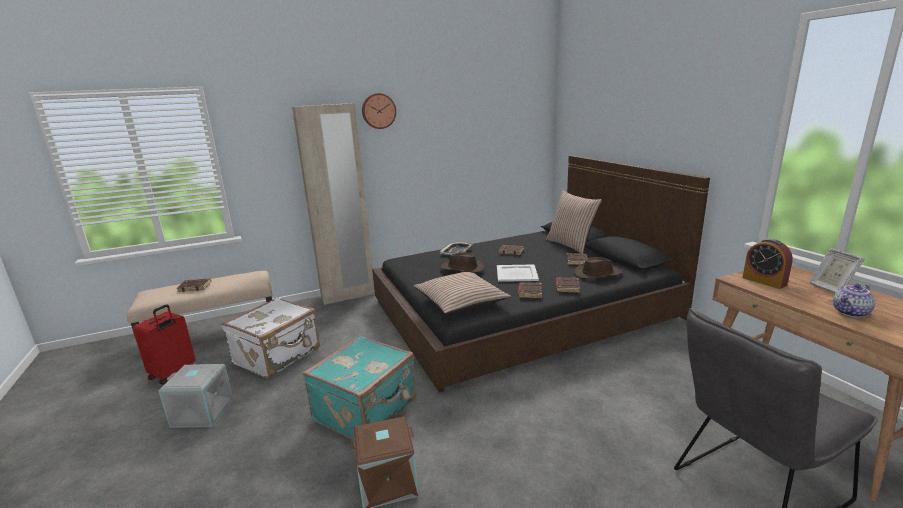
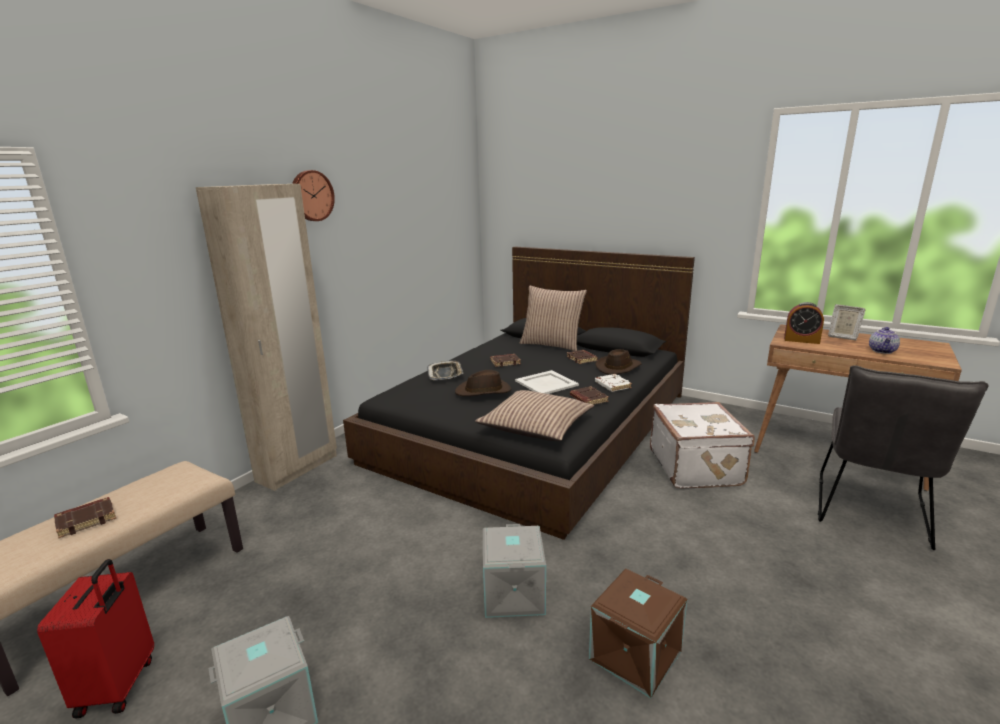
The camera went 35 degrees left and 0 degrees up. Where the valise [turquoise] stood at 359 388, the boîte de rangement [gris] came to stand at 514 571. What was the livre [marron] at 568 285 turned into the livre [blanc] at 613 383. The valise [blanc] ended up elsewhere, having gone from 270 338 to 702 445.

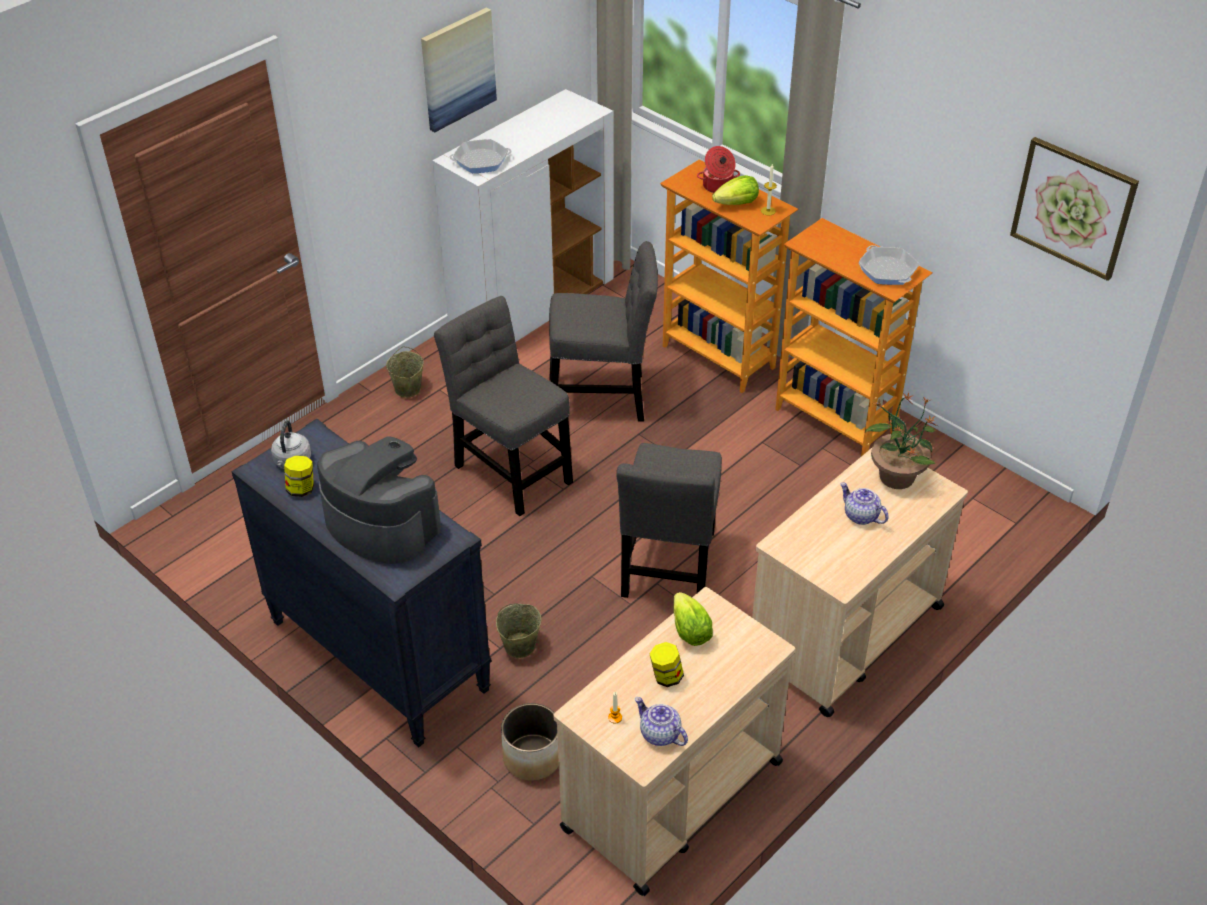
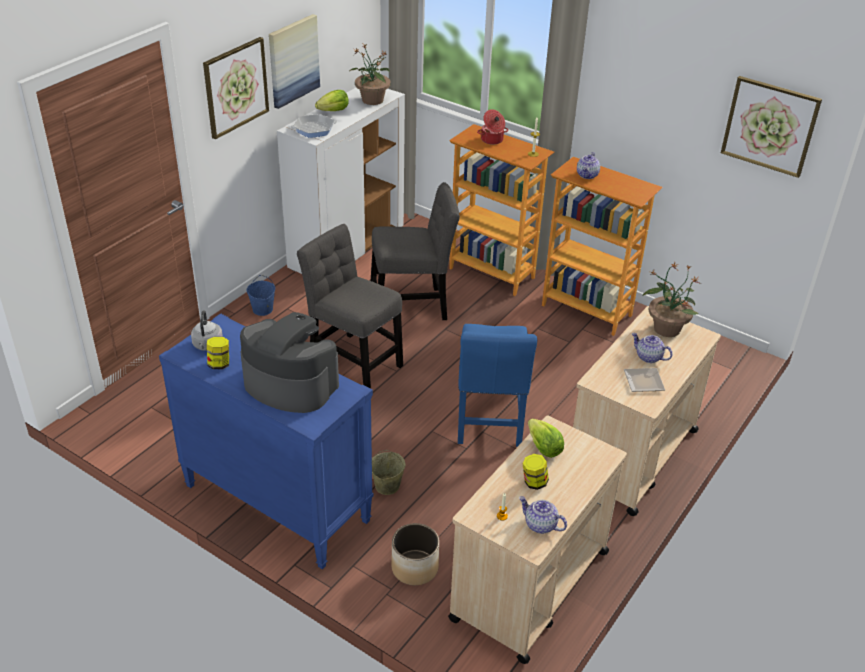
The camera went 10 degrees left and 5 degrees down. What was the commode [noir] at 361 583 turned into the commode [bleu] at 266 441. The second view gained the tableau at 236 88. What was the seau [beige] at 405 372 turned into the seau [bleu] at 260 295. The laitue ended up elsewhere, having gone from 735 190 to 332 100. The second view gained the plante en pot at 370 74. What was the chaise [gris] at 669 520 turned into the chaise [bleu] at 497 385. The second view gained the théière at 588 165. The second view gained the assiette at 644 380. The second view lost the poêle at 888 265.

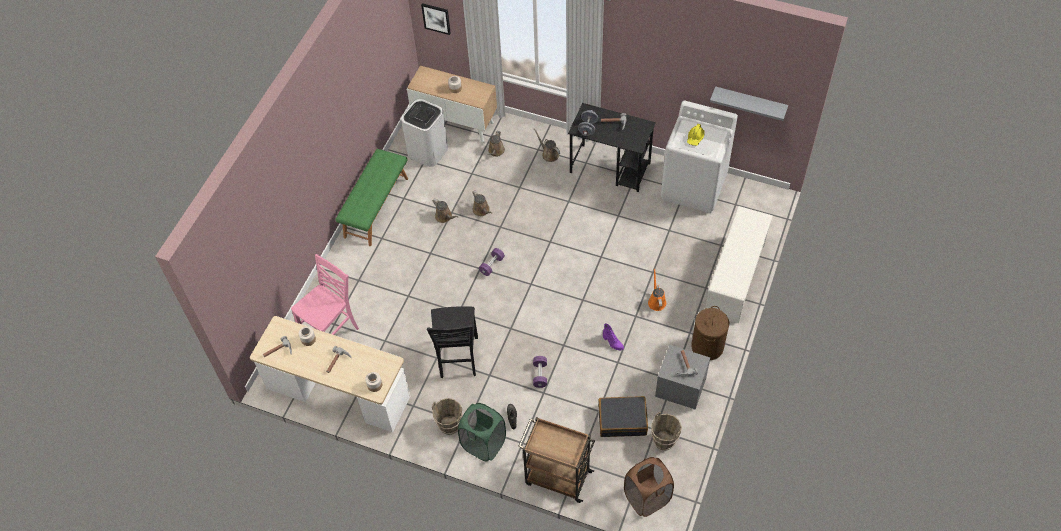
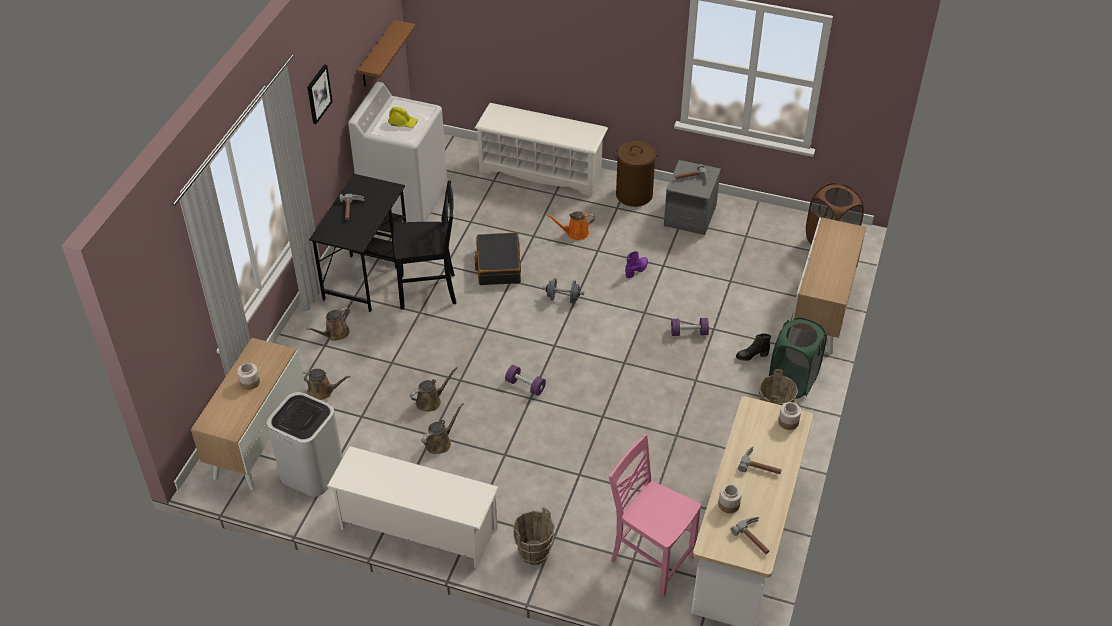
The camera went 95 degrees left and 10 degrees down. The tableau ended up elsewhere, having gone from 436 19 to 320 94. Where the banc [vert] stood at 372 197, the étagère à chaussures [blanc] came to stand at 413 507. What was the étagère [gris] at 749 103 turned into the étagère [marron] at 387 53. The chaise [noir] ended up elsewhere, having gone from 452 342 to 425 244. The valise [noir] ended up elsewhere, having gone from 623 416 to 497 259. The seau [marron] ended up elsewhere, having gone from 666 431 to 534 536. The haltère [gris] ended up elsewhere, having gone from 588 123 to 563 290. Where the chariot [marron] stood at 556 460, the meuble de rangement came to stand at 829 285.

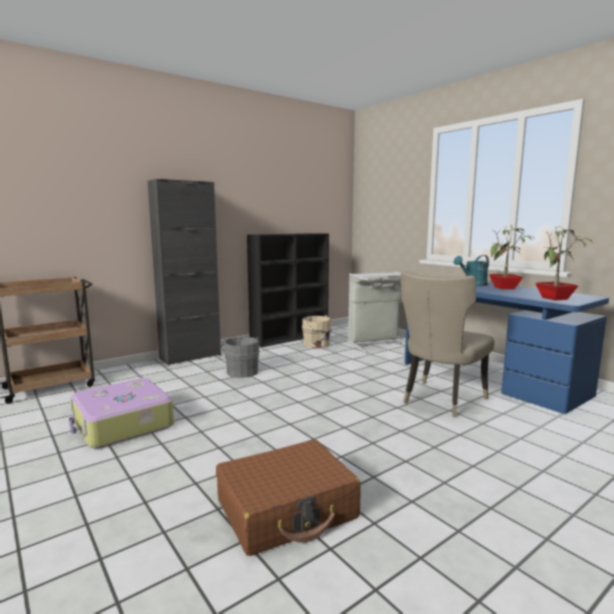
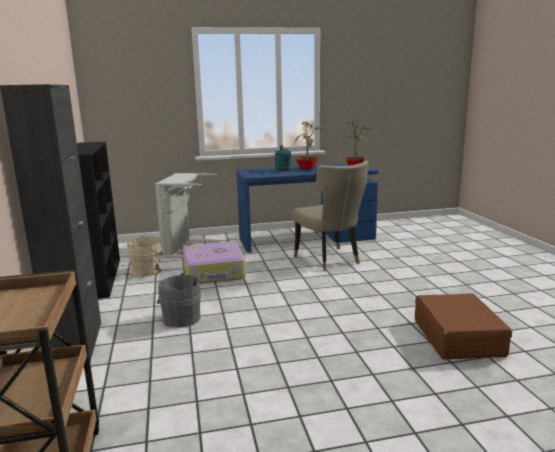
The camera went 65 degrees left and 5 degrees up. The valise ended up elsewhere, having gone from 121 413 to 214 263.

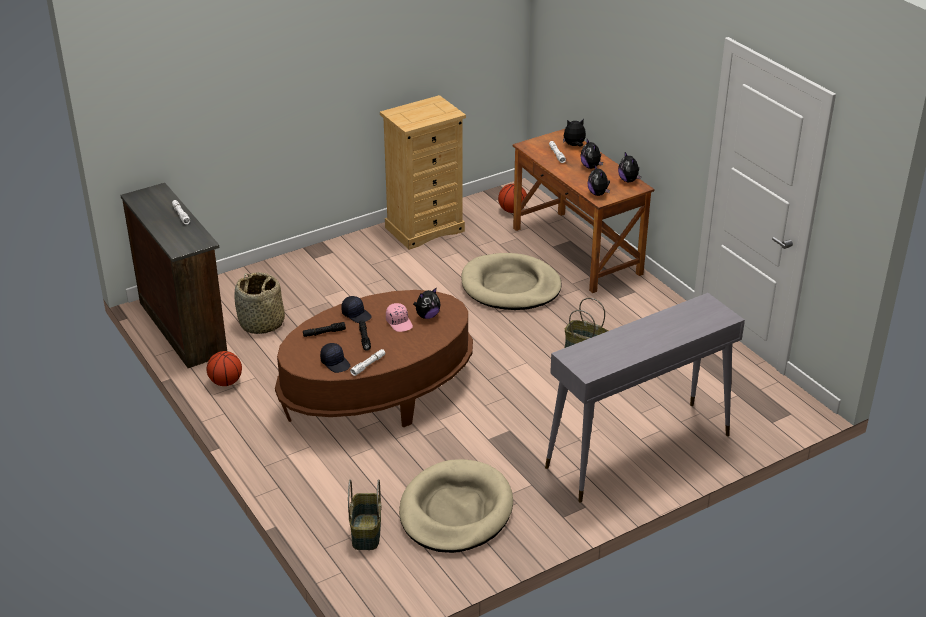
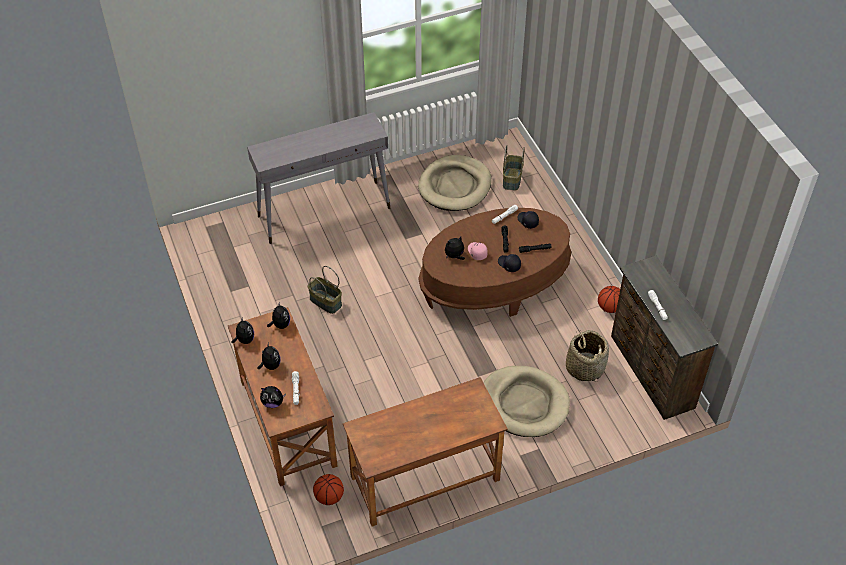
The camera went 170 degrees left and 15 degrees up. Where the commode [beige] stood at 423 172, the bureau [marron] came to stand at 425 451. The panier pour chien [beige] ended up elsewhere, having gone from 511 281 to 526 401.

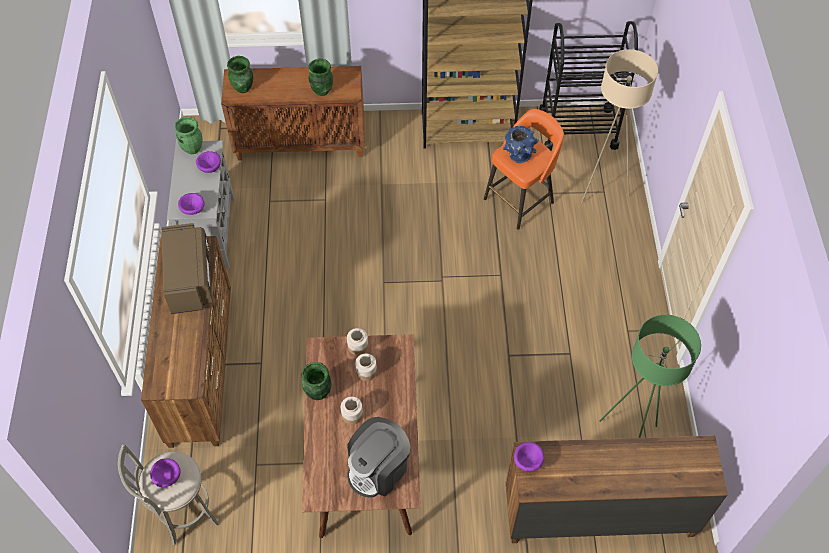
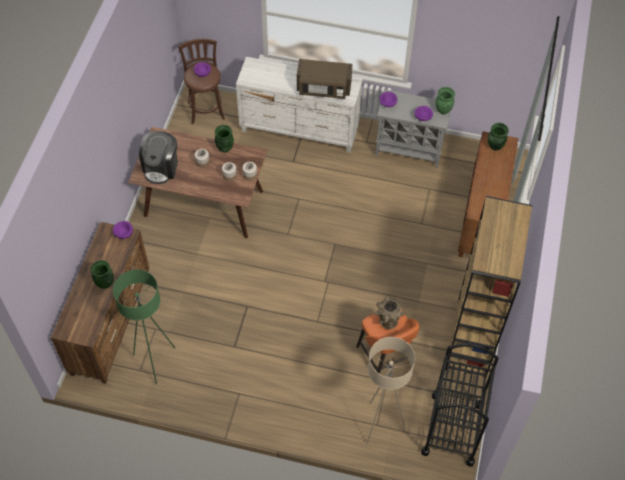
The camera went 105 degrees right and 0 degrees up. The vase [vert] ended up elsewhere, having gone from 320 77 to 102 274. The machine à café at 379 457 ended up facing another way, 135 degrees counterclockwise from before. What was the tabouret [gris] at 168 495 turned into the tabouret [marron] at 201 81. What was the commode [marron] at 186 342 turned into the commode [blanc] at 299 105. What was the vase [bleu] at 521 144 turned into the vase [marron] at 389 313.

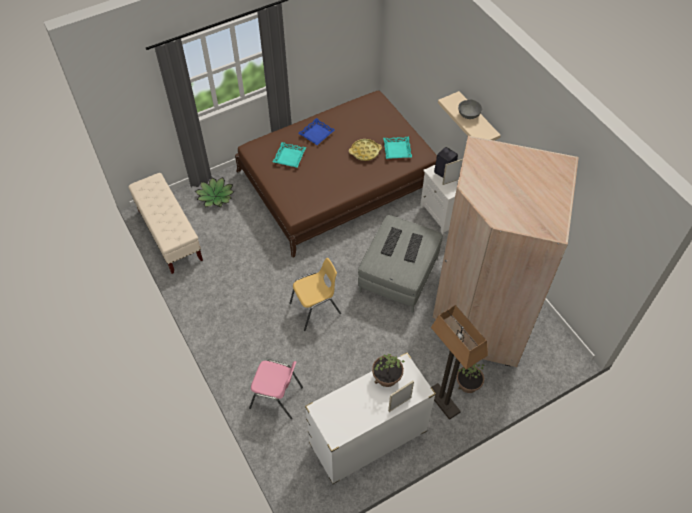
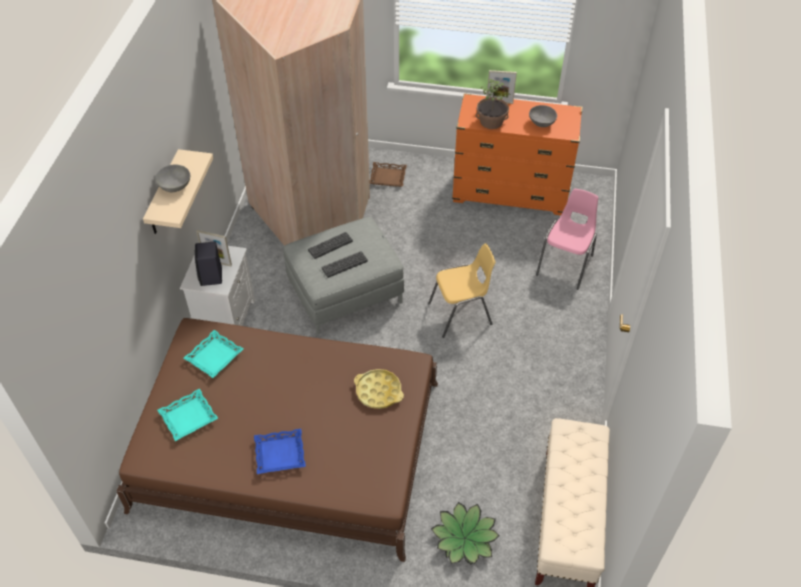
The camera went 140 degrees left and 5 degrees down. The plateau [turquoise] ended up elsewhere, having gone from 289 155 to 187 414. The plateau [jaune] ended up elsewhere, having gone from 365 150 to 379 389. Where the plante en pot stood at 471 378, the plateau [marron] came to stand at 388 174. The chaise [jaune] at 315 294 ended up facing another way, 150 degrees clockwise from before. What was the commode [blanc] at 370 418 turned into the commode [orange] at 517 154. The second view gained the bol [gris] at 543 116. The chaise [rose] at 276 389 ended up facing another way, 60 degrees clockwise from before. The second view lost the lampadaire at 459 362.

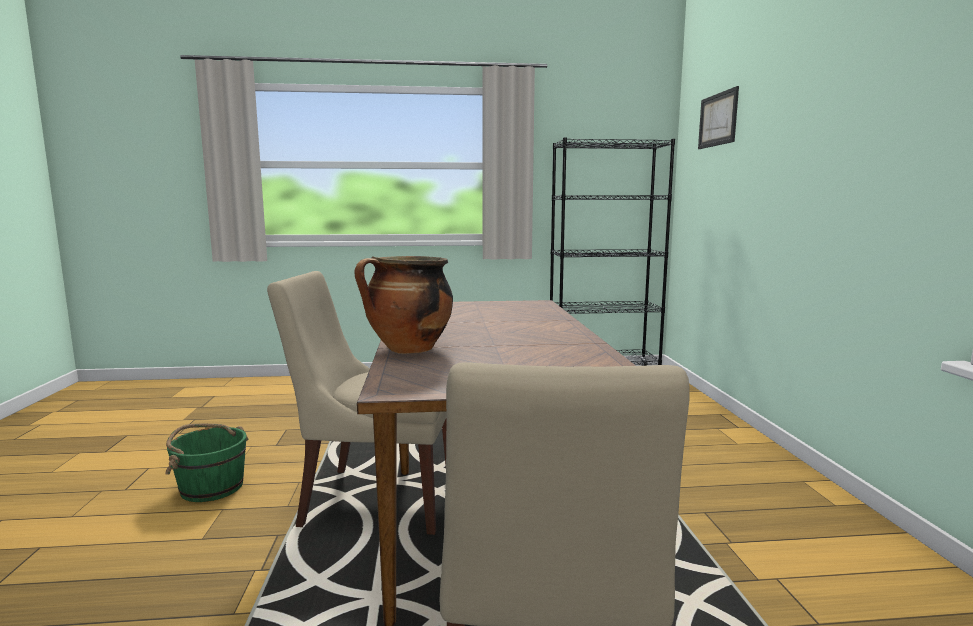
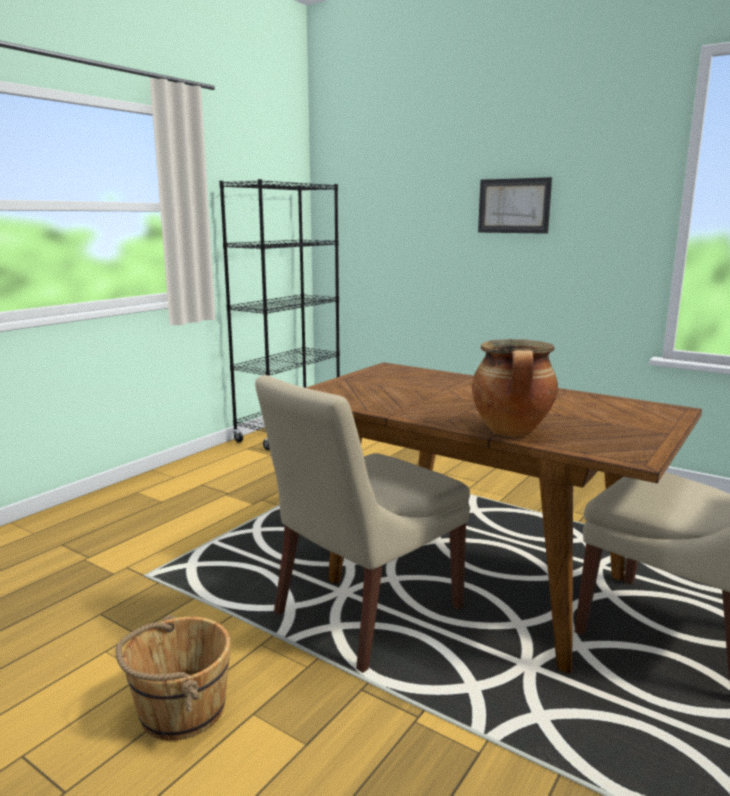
The camera went 50 degrees left and 5 degrees up. What was the seau [vert] at 207 463 turned into the seau [marron] at 173 678. The tableau ended up elsewhere, having gone from 718 117 to 515 205.

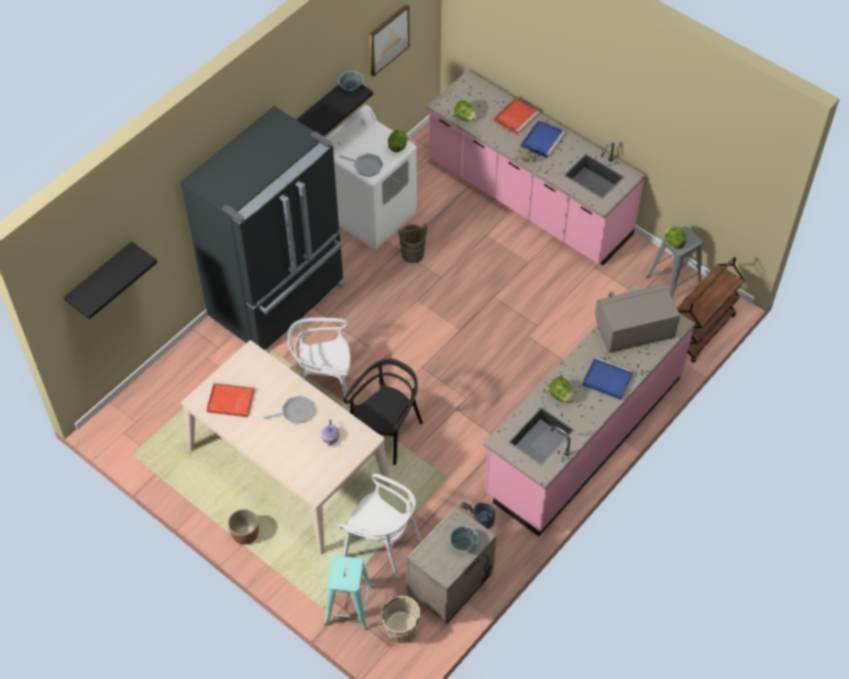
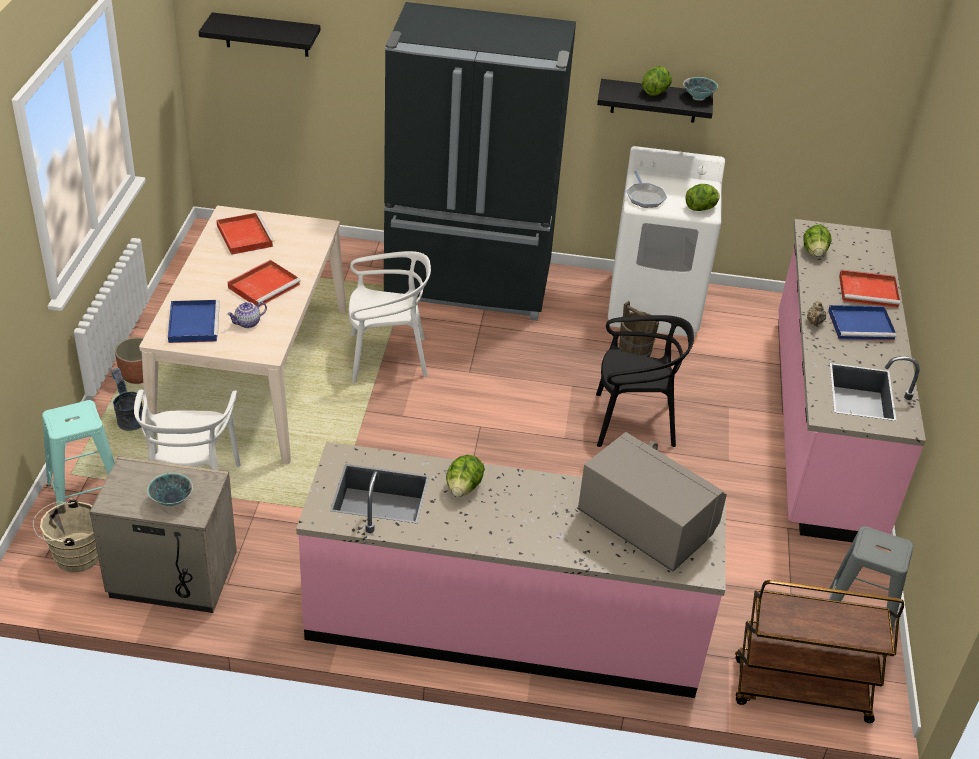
The camera went 55 degrees right and 15 degrees down. The seau [gris] ended up elsewhere, having gone from 478 515 to 126 399. The plateau [bleu] ended up elsewhere, having gone from 607 378 to 194 321. Where the poêle stood at 289 410, the plateau [rouge] came to stand at 264 283. The chaise [blanc] at 319 362 ended up facing another way, 120 degrees clockwise from before. The chaise [noir] ended up elsewhere, having gone from 383 411 to 645 381. The laitue ended up elsewhere, having gone from 675 238 to 657 81. The second view lost the tableau at 389 40.

